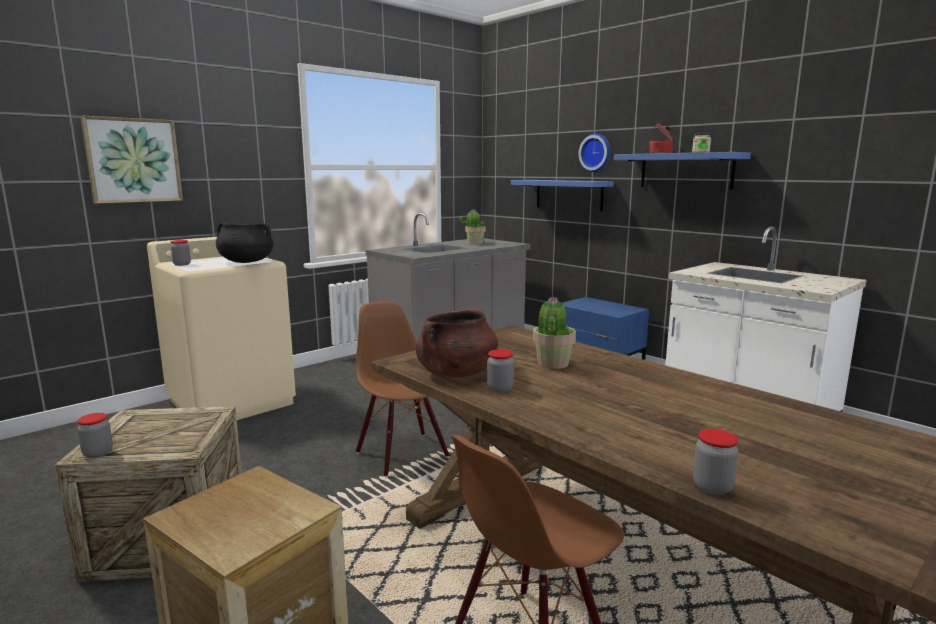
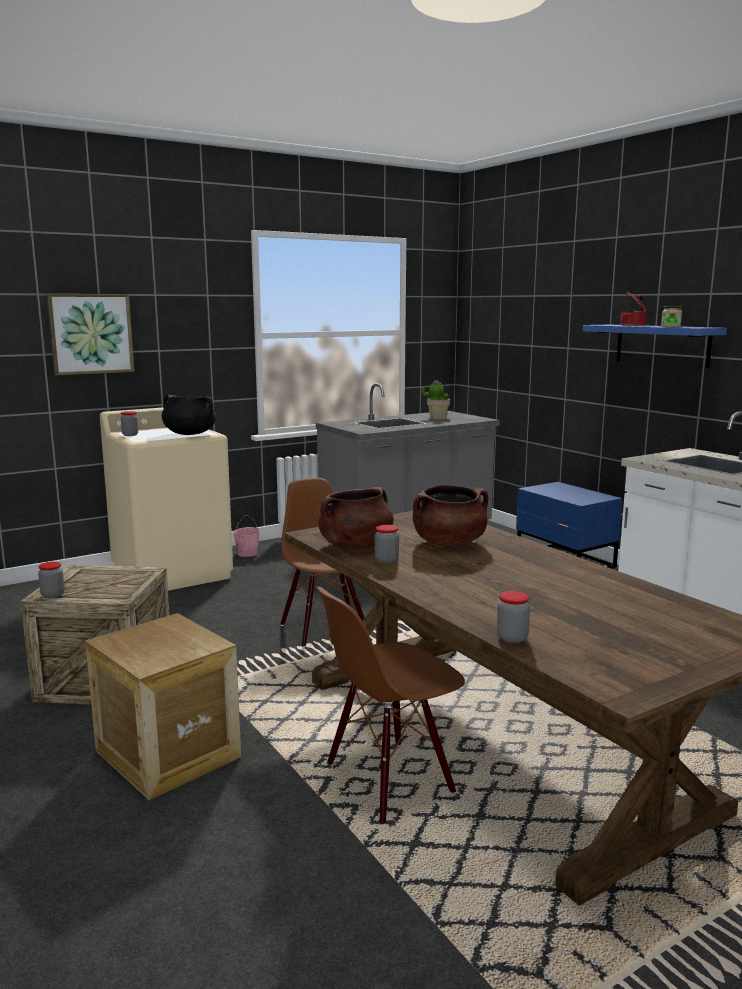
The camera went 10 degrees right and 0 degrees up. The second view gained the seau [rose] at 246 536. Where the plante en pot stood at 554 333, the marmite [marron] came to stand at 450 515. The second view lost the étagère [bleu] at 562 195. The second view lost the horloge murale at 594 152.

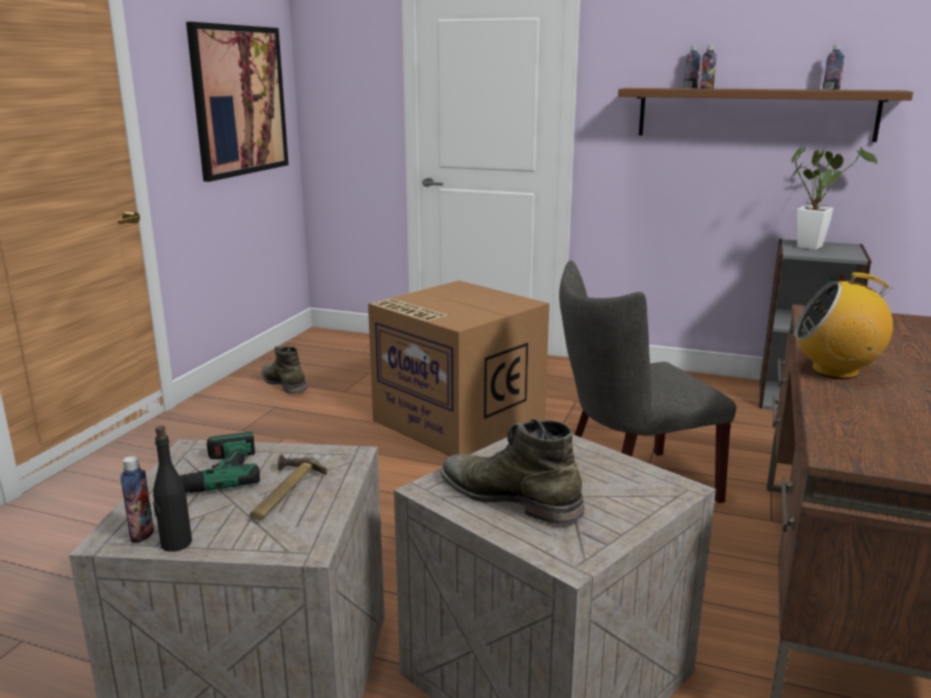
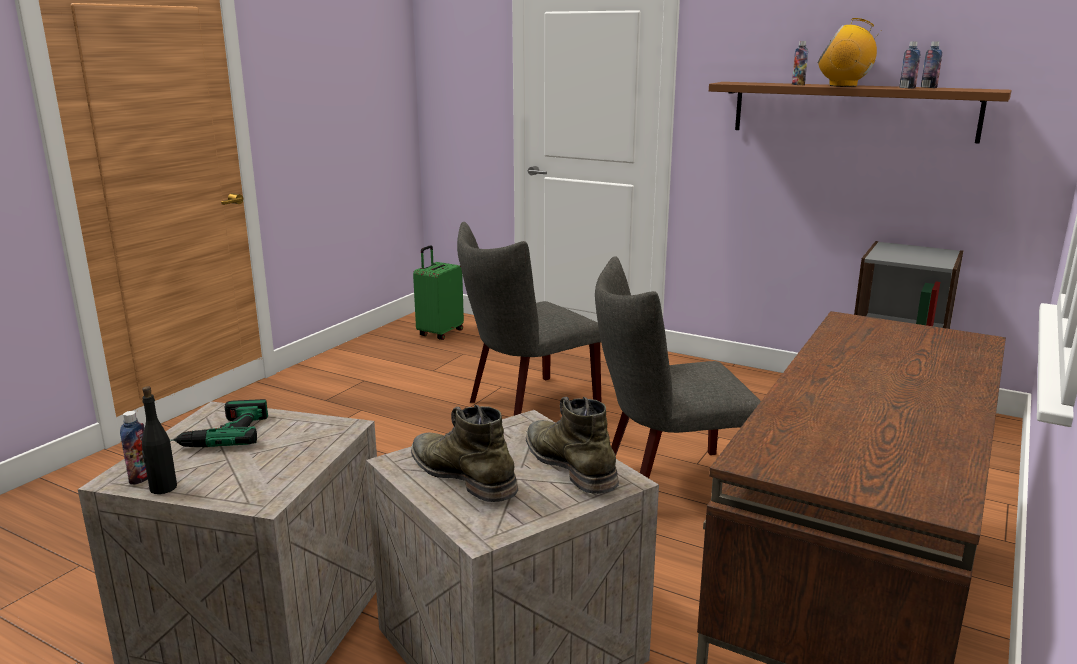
The camera went 10 degrees right and 0 degrees up. The second view gained the valise [vert] at 438 292. Where the carton stood at 458 368, the chaise [gris] came to stand at 529 319. The botte [vert] ended up elsewhere, having gone from 284 370 to 572 445. The radio ended up elsewhere, having gone from 843 325 to 849 52. The bouteille ended up elsewhere, having gone from 692 67 to 909 65. The second view lost the tableau at 237 102. The second view lost the marteau at 288 487. The second view lost the plante en pot at 834 198.

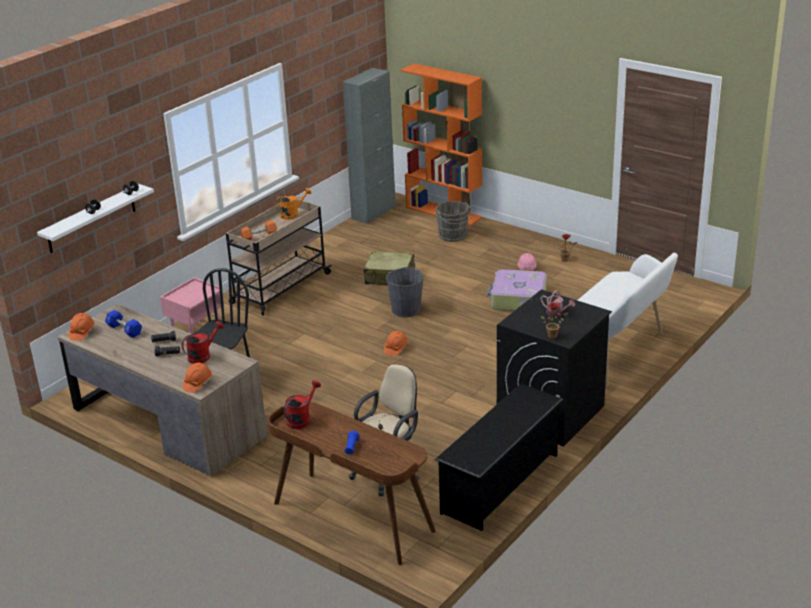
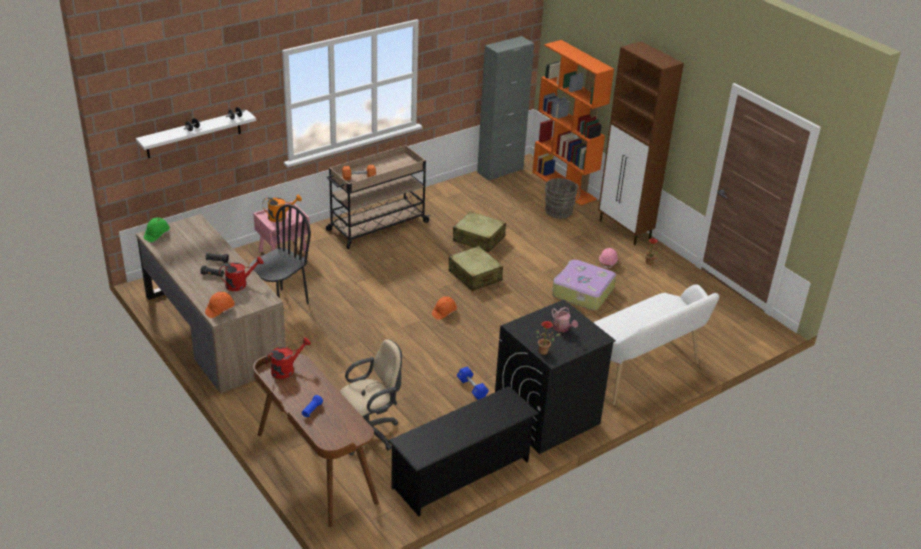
The camera went 15 degrees right and 5 degrees up. What was the casque de chantier [orange] at 82 327 turned into the casque de chantier [vert] at 157 229. The arrosoir [orange] ended up elsewhere, having gone from 293 204 to 282 208. Where the seau [gris] stood at 405 292, the valise [beige] came to stand at 476 268. The haltère [bleu] ended up elsewhere, having gone from 123 324 to 473 383. The second view gained the meuble de rangement [marron] at 641 143.

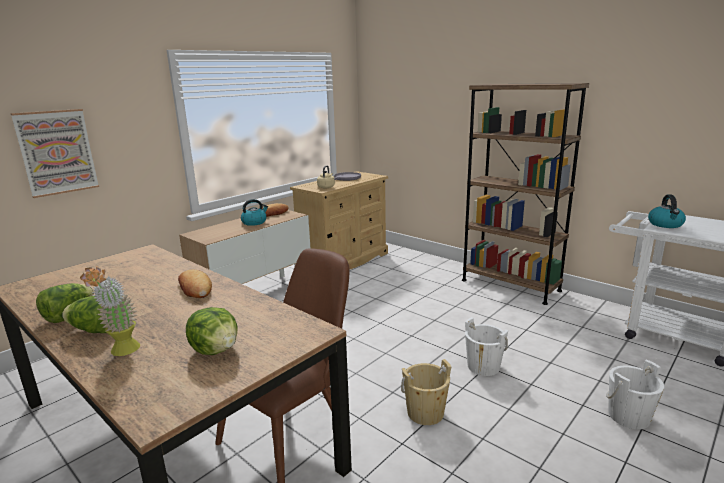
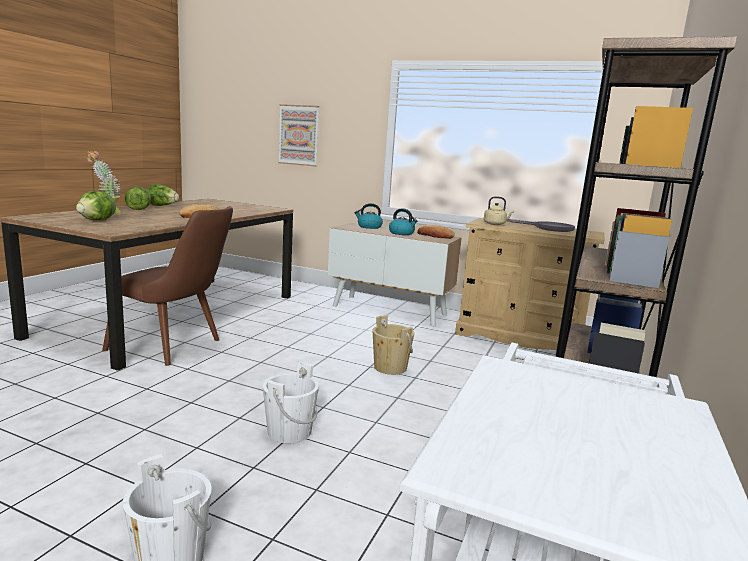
The camera went 70 degrees right and 5 degrees down. The bouilloire ended up elsewhere, having gone from 667 211 to 369 216. The seau [beige] ended up elsewhere, having gone from 426 392 to 393 345.

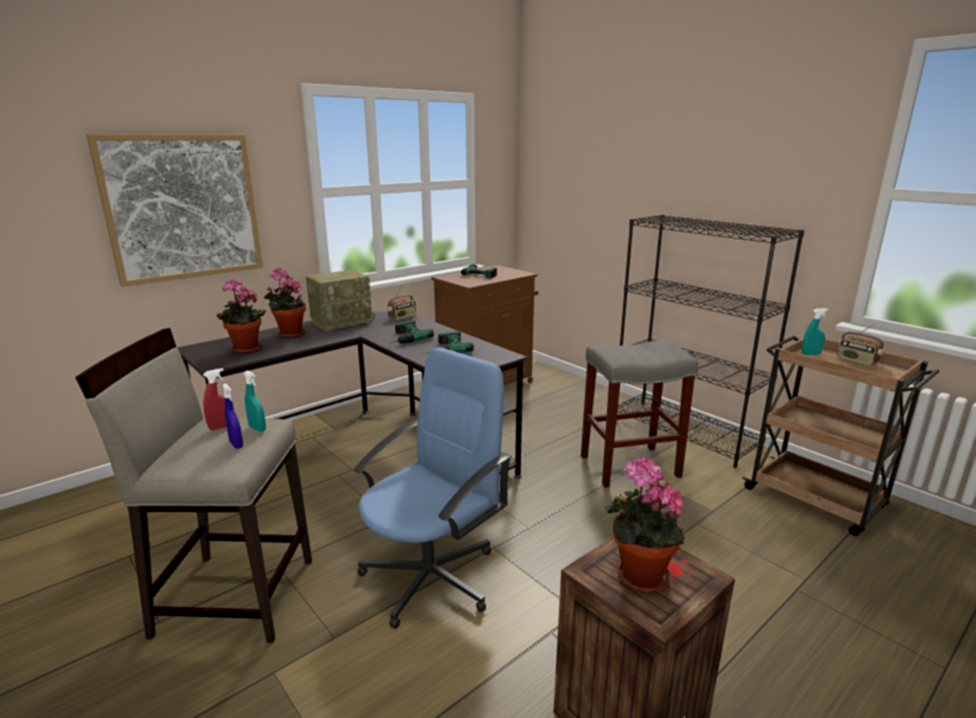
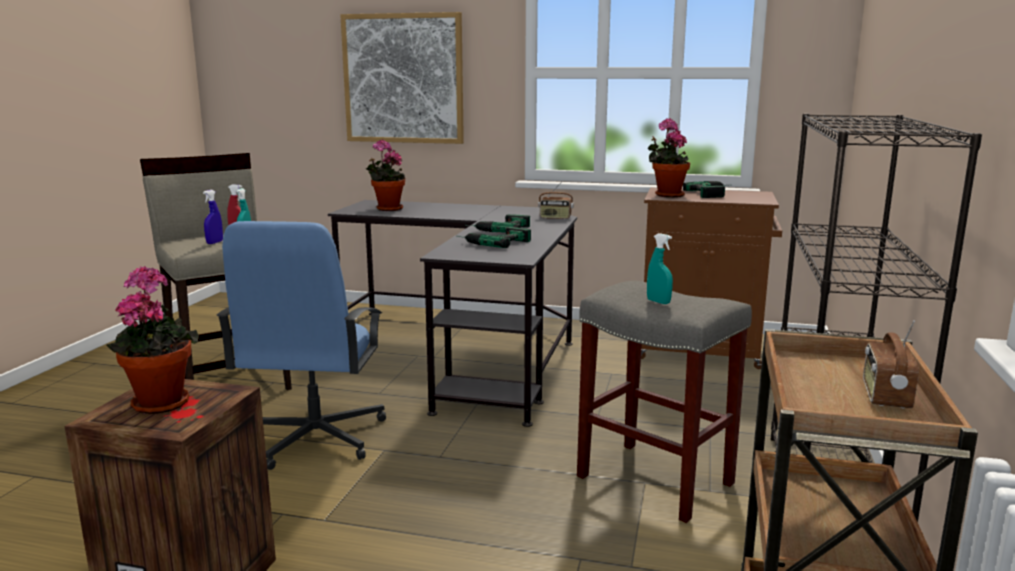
The camera went 55 degrees right and 5 degrees down. The chaise de bureau [bleu] at 433 488 ended up facing another way, 90 degrees clockwise from before. The vaporisateur [turquoise] ended up elsewhere, having gone from 815 331 to 660 268. The plante en pot ended up elsewhere, having gone from 284 303 to 669 158. The second view lost the radio at 340 300.

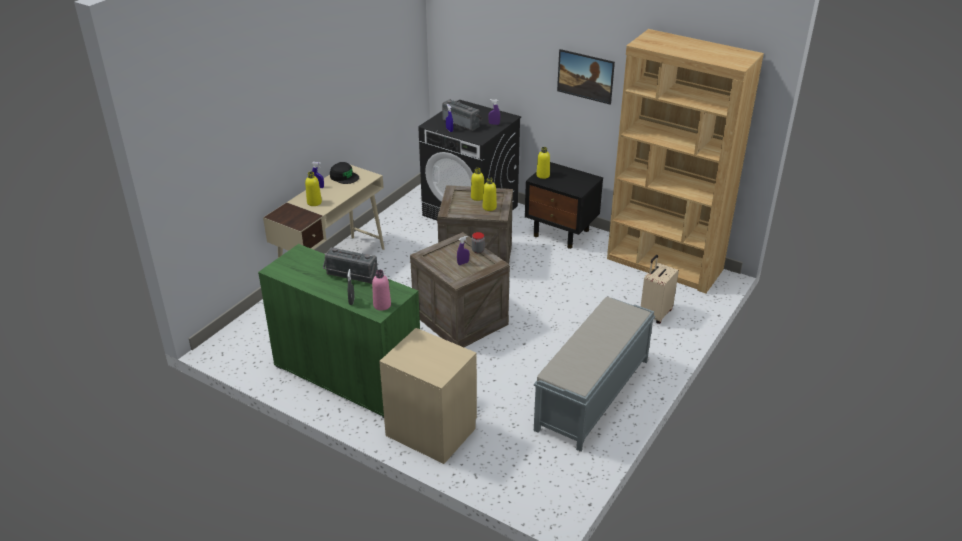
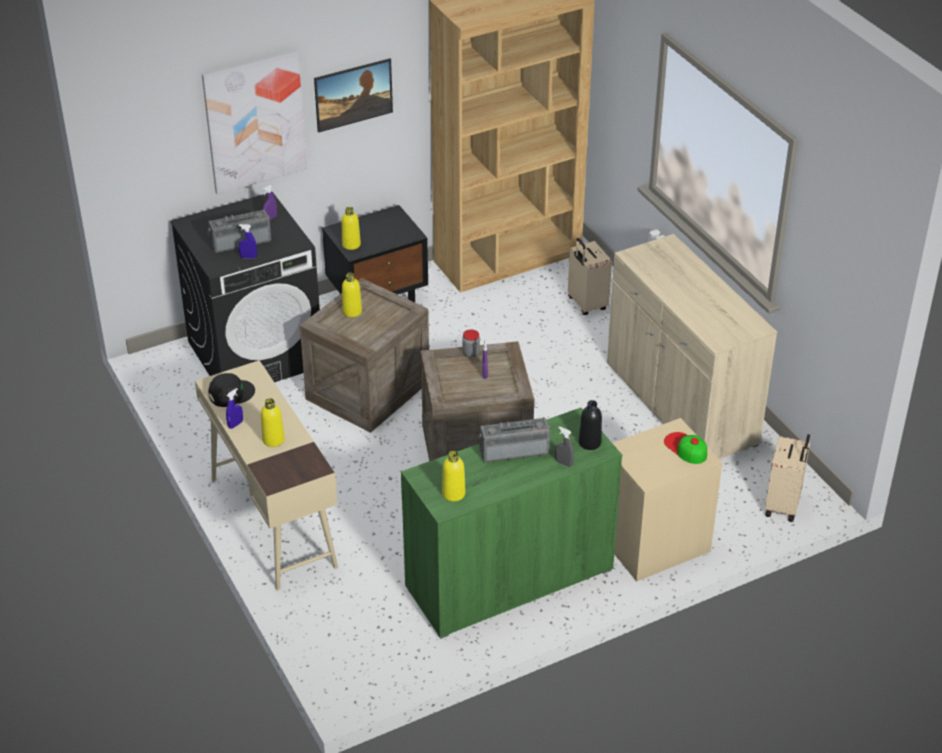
The camera went 60 degrees left and 5 degrees up. The second view gained the tableau at 254 122. The bouteille [jaune] ended up elsewhere, having gone from 490 194 to 454 476. The radio at 350 265 ended up facing another way, 150 degrees counterclockwise from before. What was the bouteille [rose] at 381 290 turned into the bouteille [noir] at 590 425. Where the banc [gris] stood at 594 374, the meuble de rangement [beige] came to stand at 692 346. The second view gained the casquette at 685 448. The second view gained the valise [beige] at 787 478.

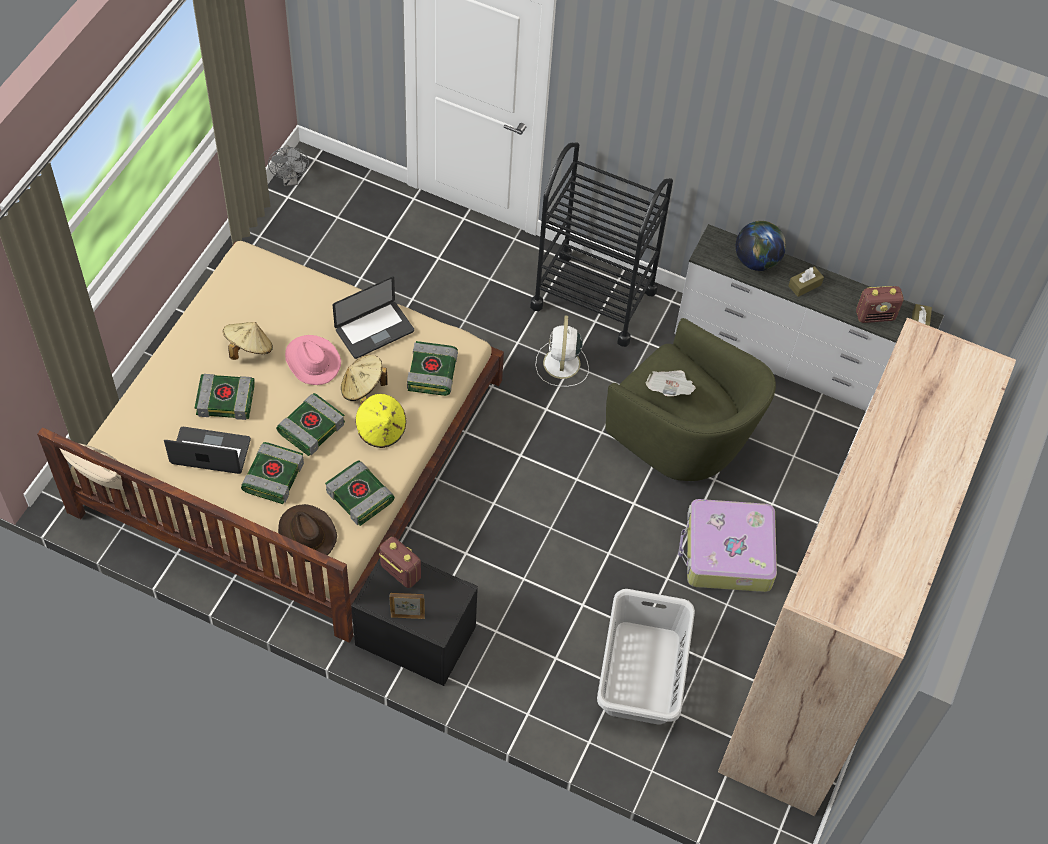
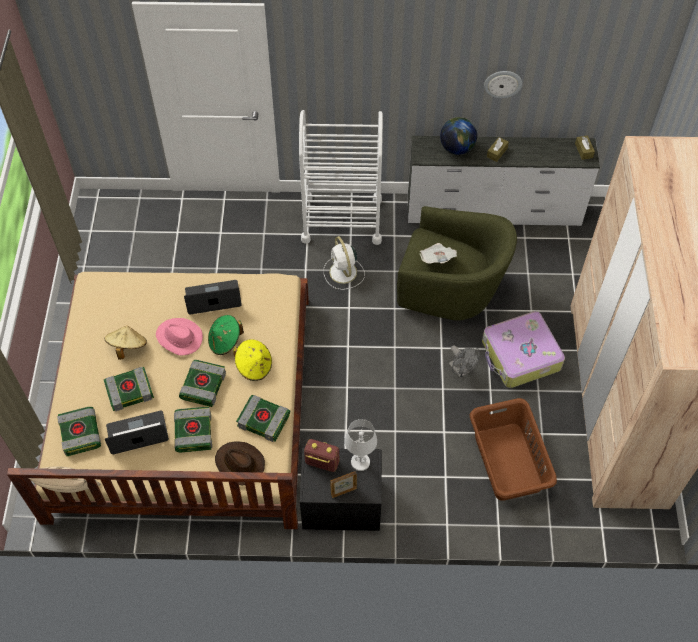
The camera went 20 degrees left and 0 degrees up. The livre ended up elsewhere, having gone from 432 368 to 79 431. The ordinateur portable at 373 318 ended up facing another way, 135 degrees counterclockwise from before. What was the chapeau [beige] at 364 378 turned into the chapeau [vert] at 226 335. What was the chariot [noir] at 601 244 turned into the chariot [blanc] at 341 177. The second view gained the lampe de table [blanc] at 361 445. The ventilateur [gris] ended up elsewhere, having gone from 288 165 to 464 362. What was the panier à linge [gris] at 646 656 turned into the panier à linge [marron] at 513 449. The second view gained the horloge murale at 503 84. The second view lost the radio at 879 304.

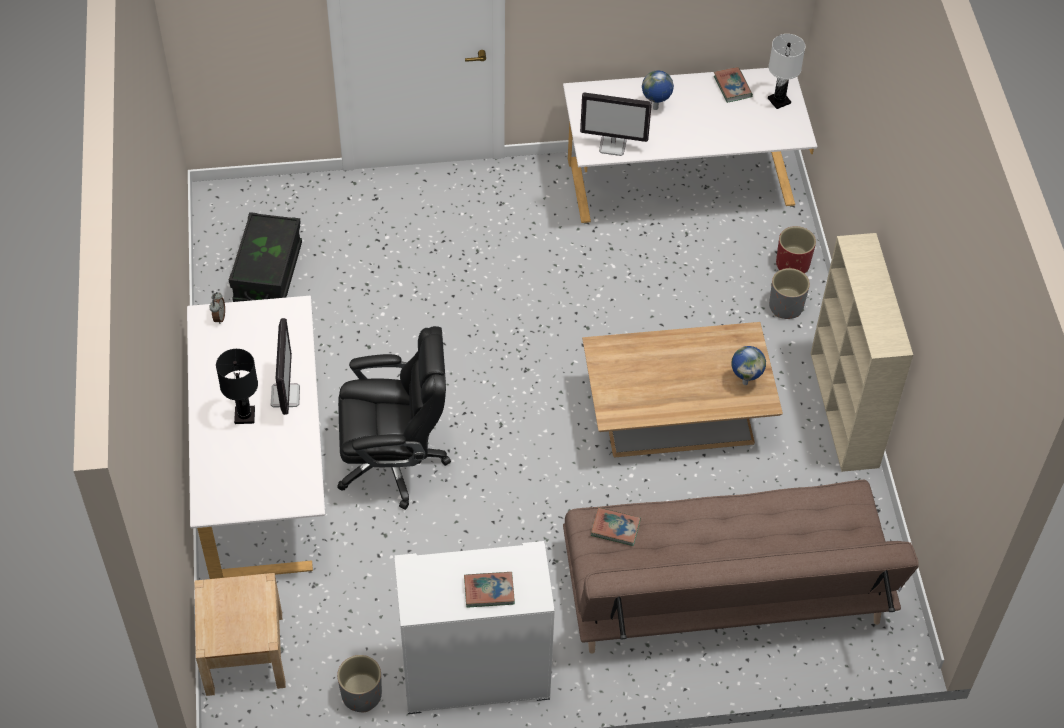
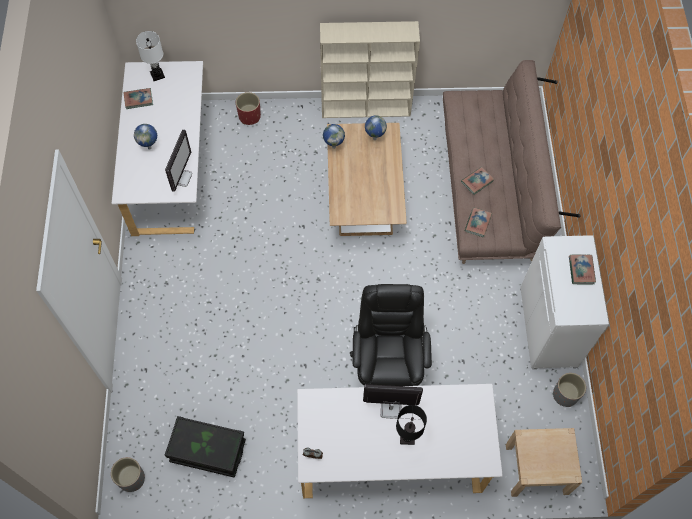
The camera went 85 degrees left and 10 degrees up. The cache-pot [gris] ended up elsewhere, having gone from 789 293 to 128 474. The second view gained the globe at 334 136. The second view gained the livre at 477 181.

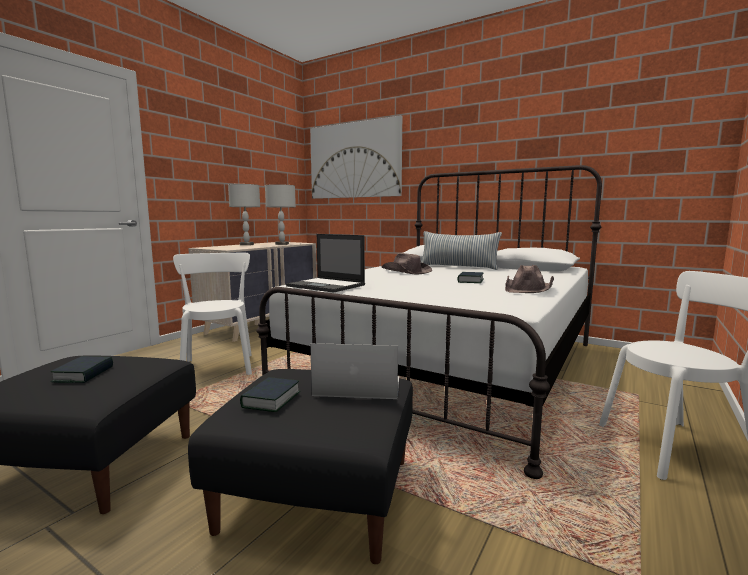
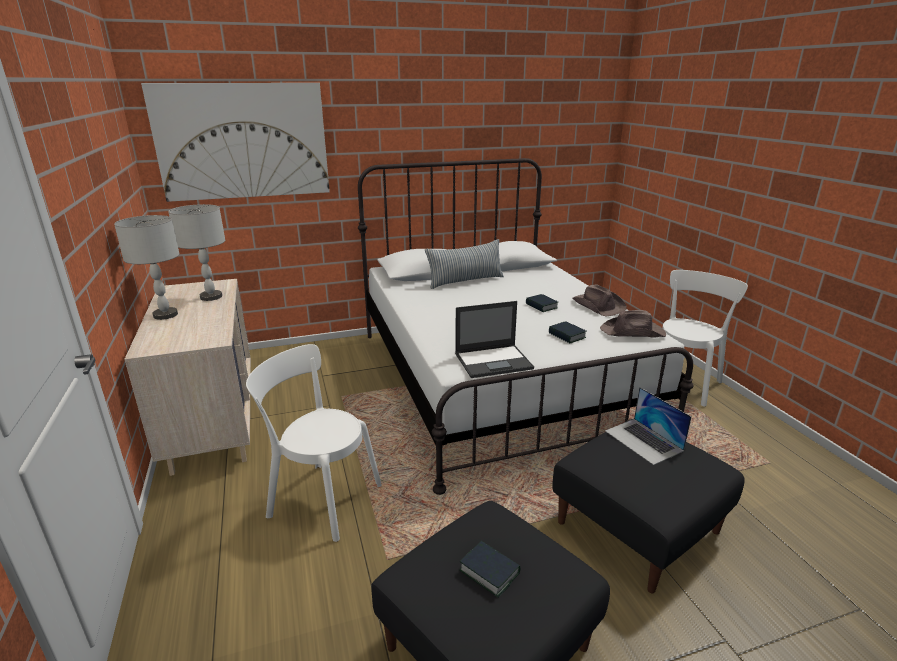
The camera went 50 degrees left and 15 degrees up. The livre ended up elsewhere, having gone from 270 394 to 567 332. The chapeau [marron] ended up elsewhere, having gone from 407 263 to 633 324. The ordinateur portable at 354 371 ended up facing another way, 75 degrees counterclockwise from before.

